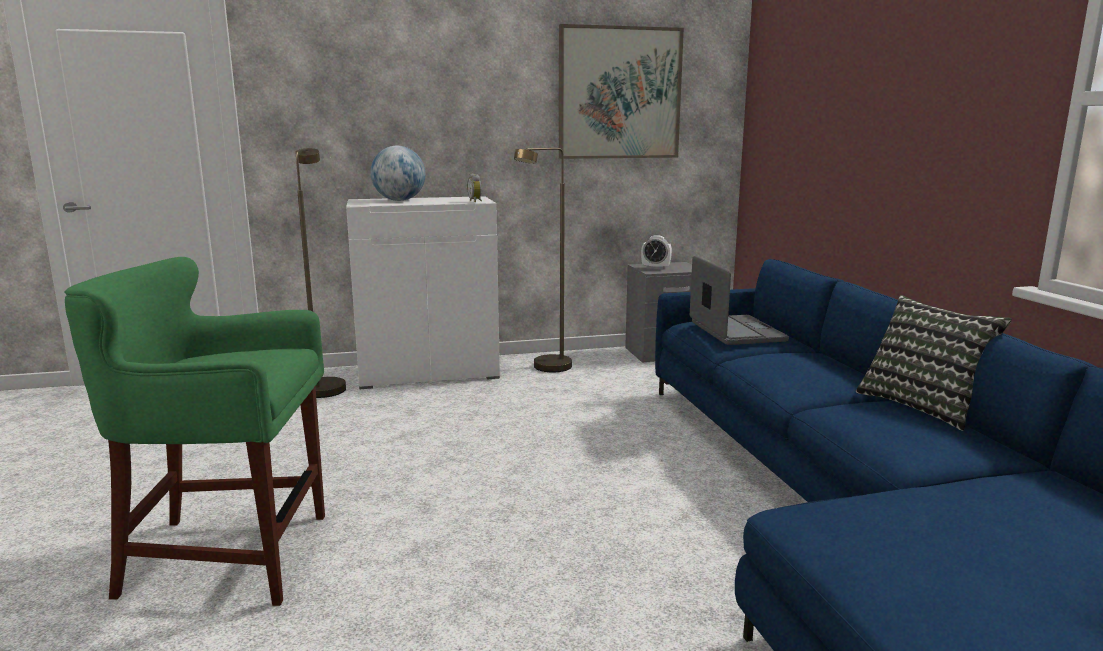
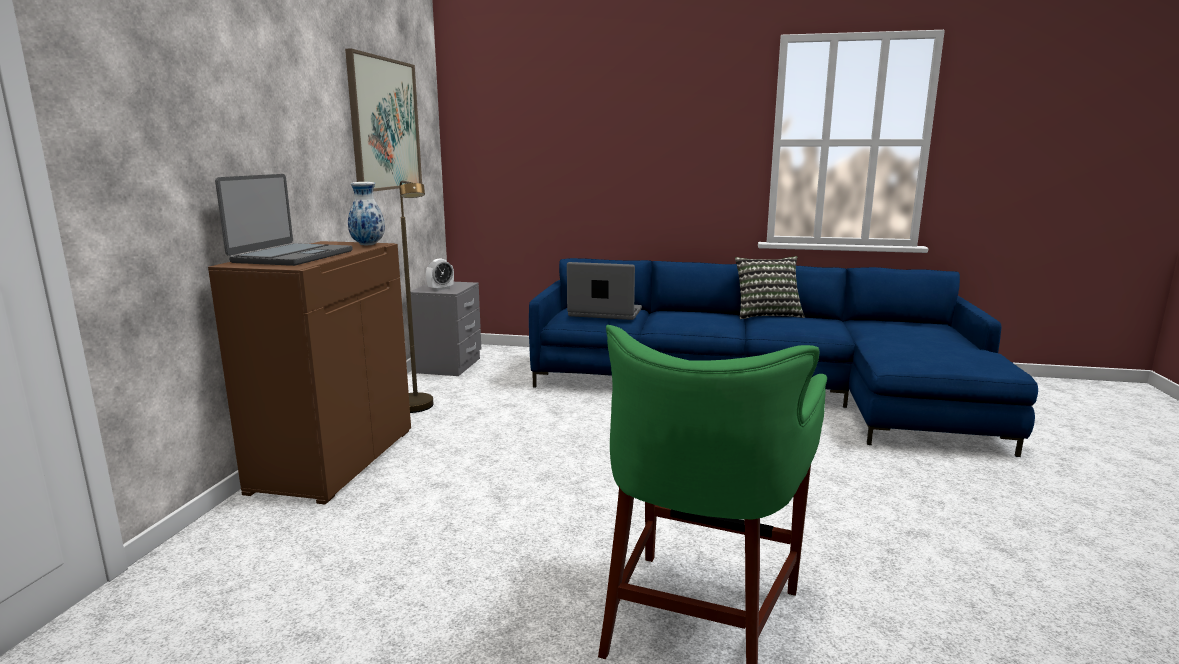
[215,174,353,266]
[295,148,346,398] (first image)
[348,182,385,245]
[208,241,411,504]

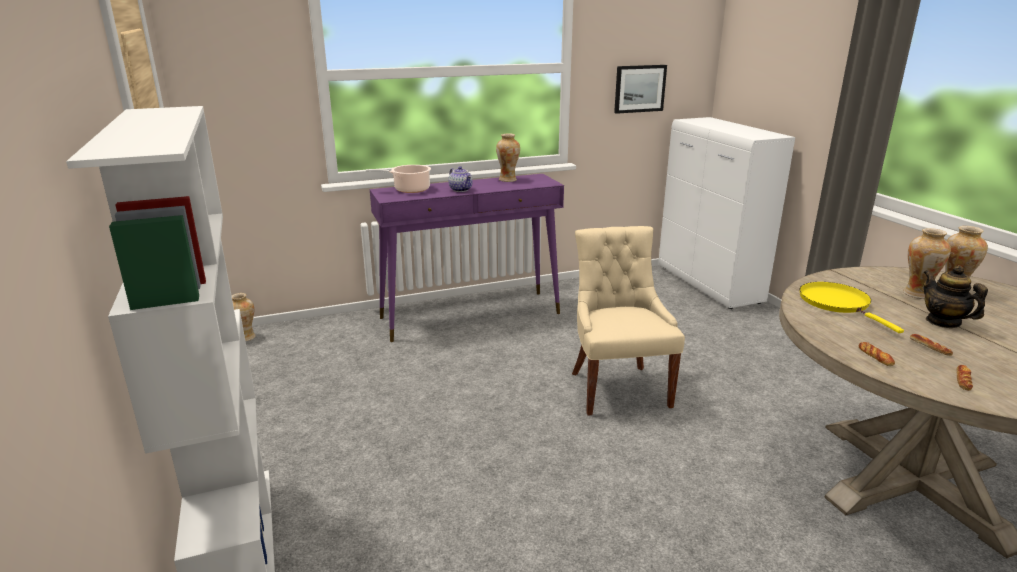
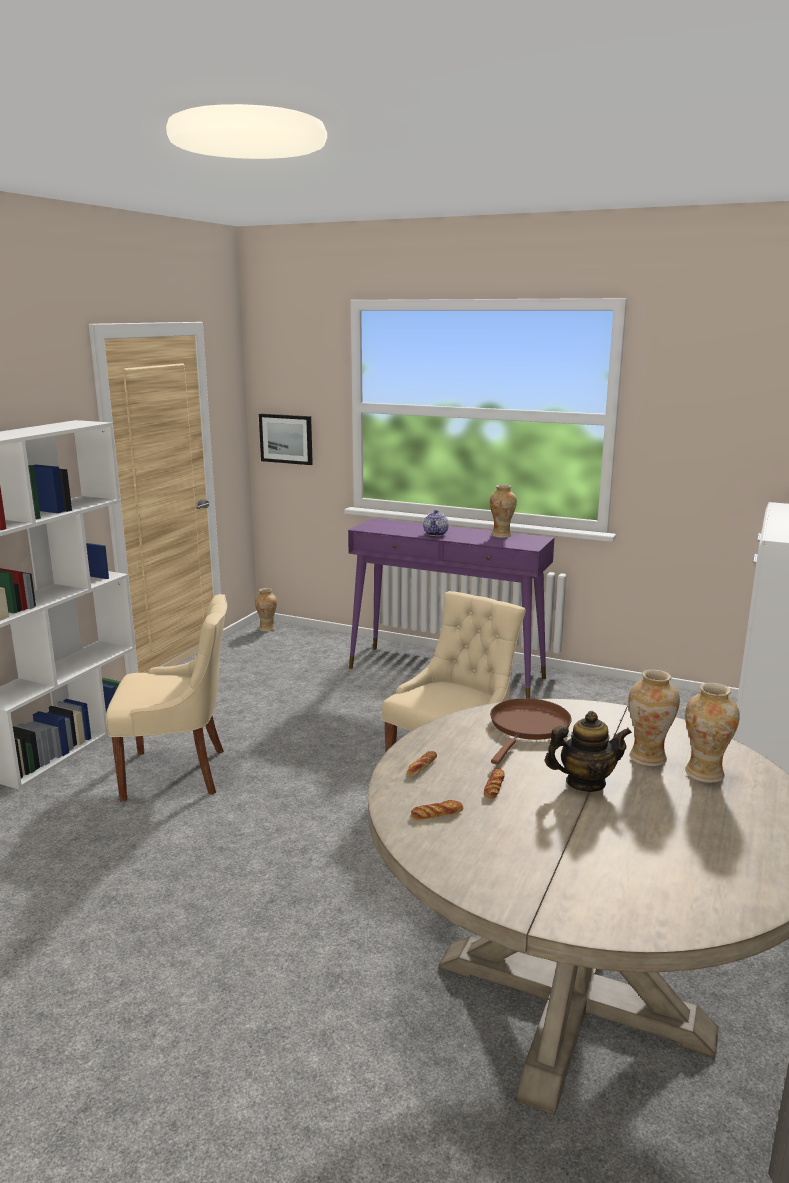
[259,414,313,465]
[366,165,431,193] (first image)
[545,711,632,792]
[490,698,572,765]
[106,594,227,802]

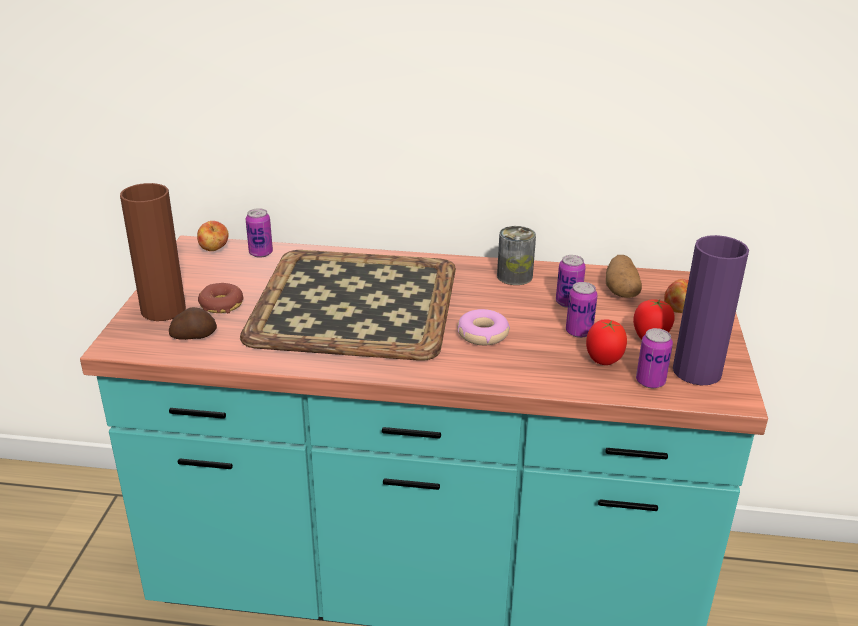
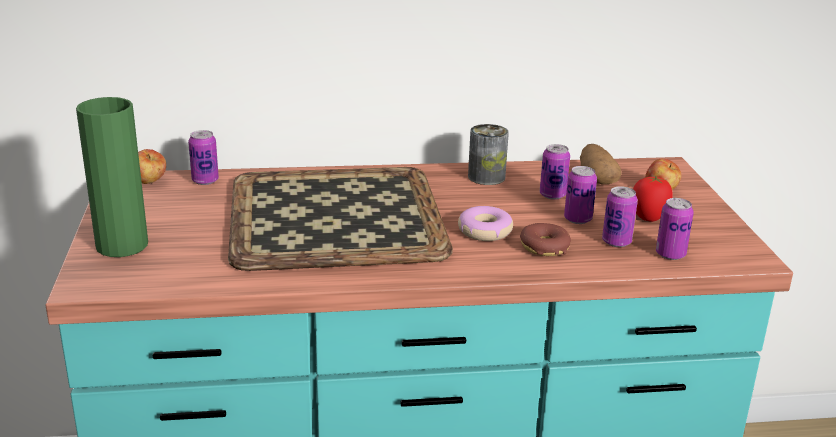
[76,97,148,257]
[673,235,749,385] (first image)
[520,223,571,256]
[169,307,217,340] (first image)
[602,186,638,247]

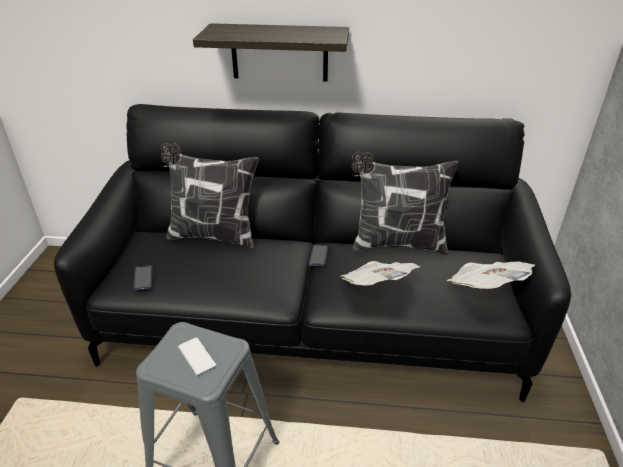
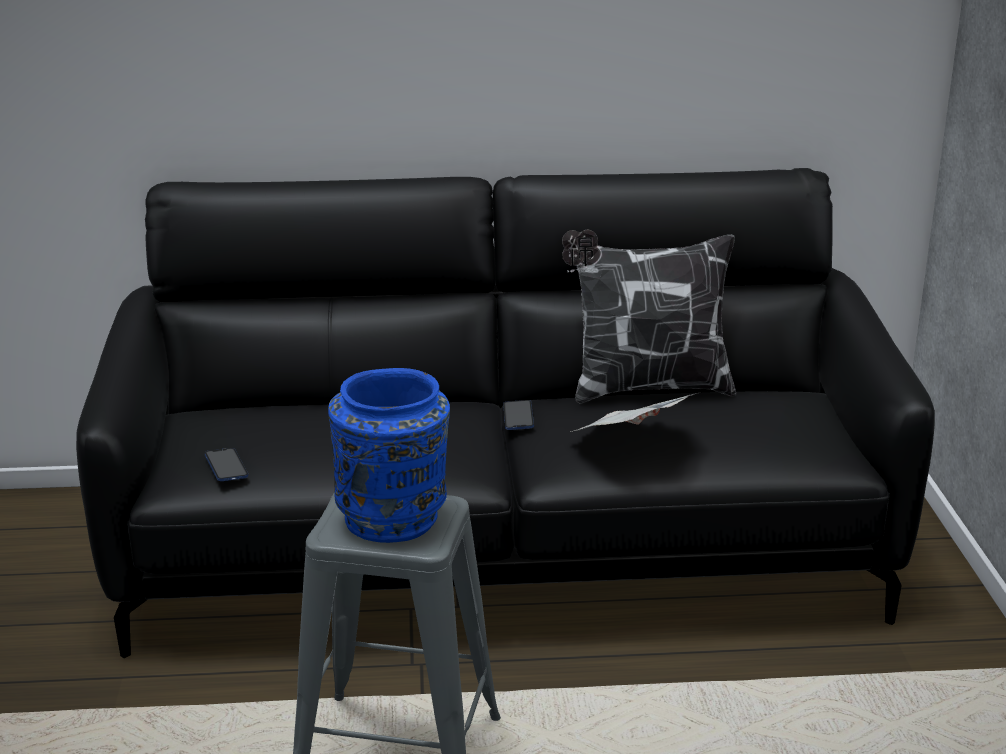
[193,23,349,81] (first image)
[161,143,259,251] (first image)
[447,261,535,289] (first image)
[328,368,450,543]

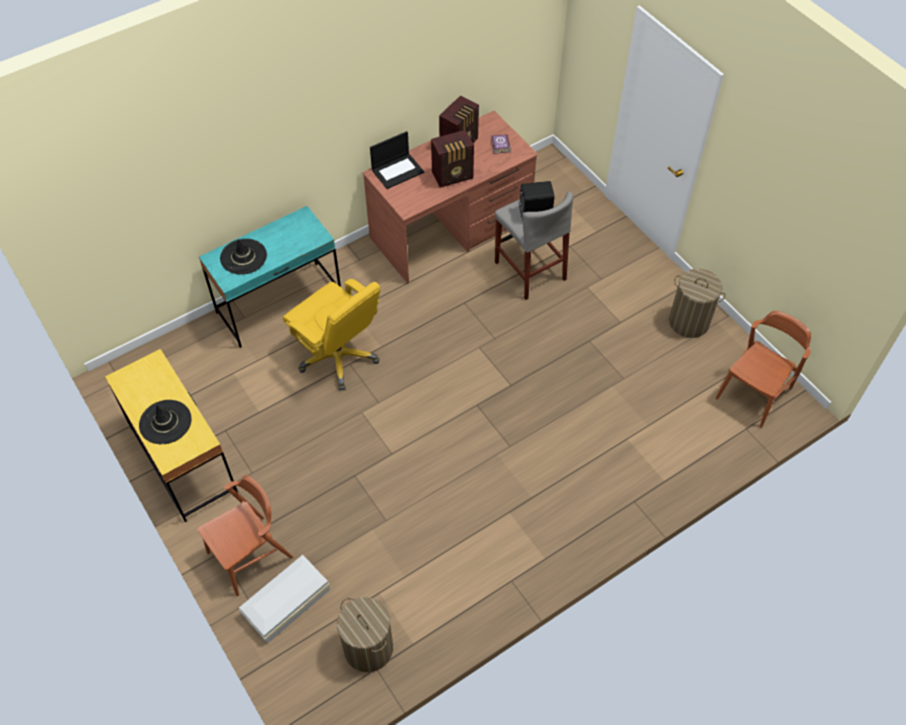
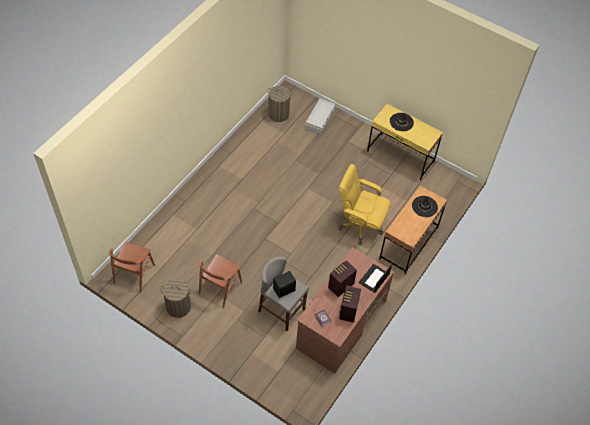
[379,185,447,274]
[199,254,242,308]

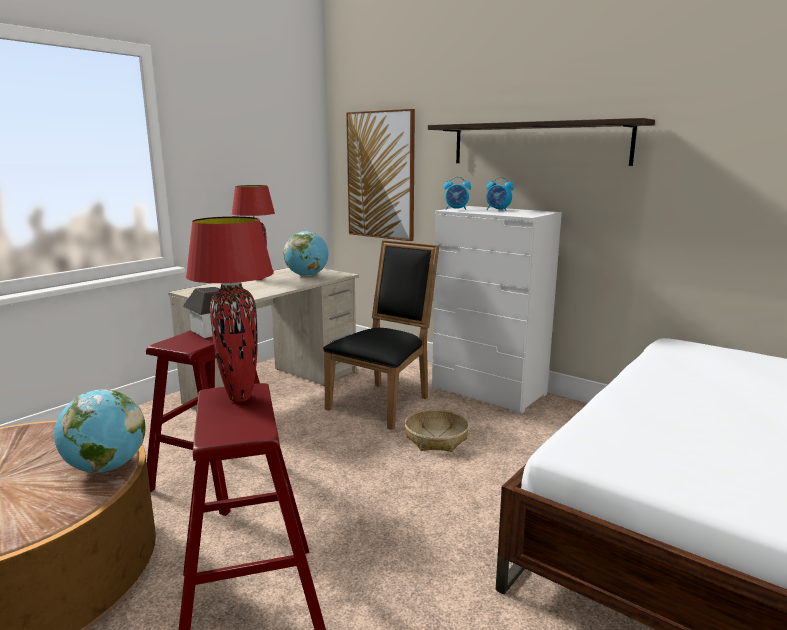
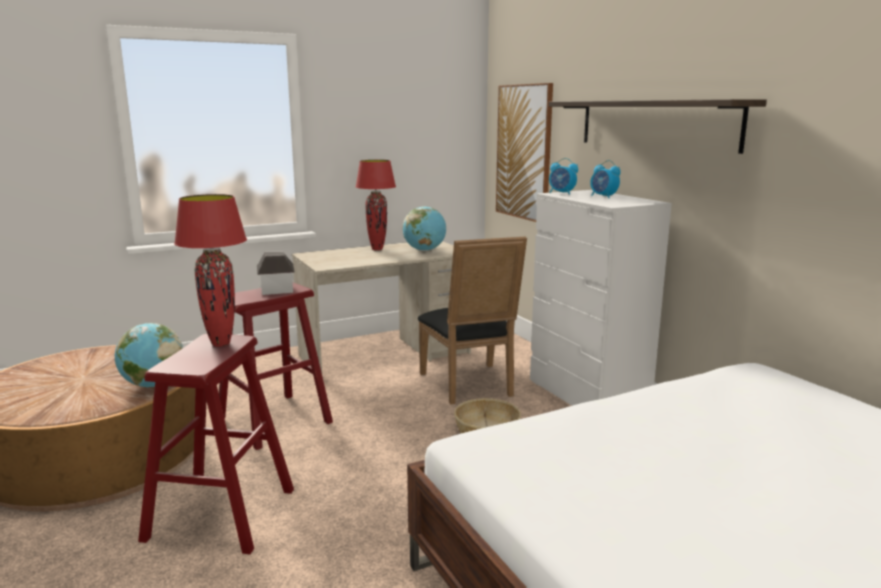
[418,237,527,404]

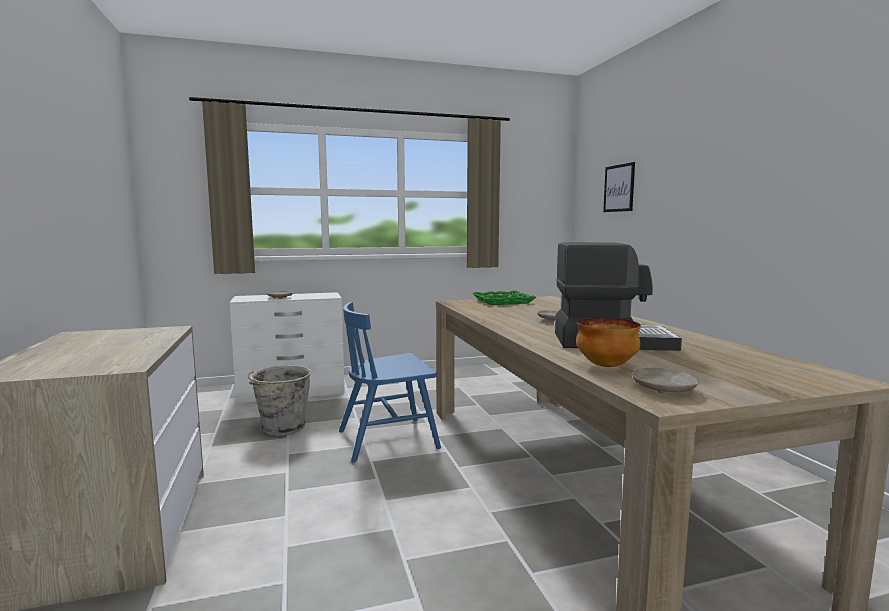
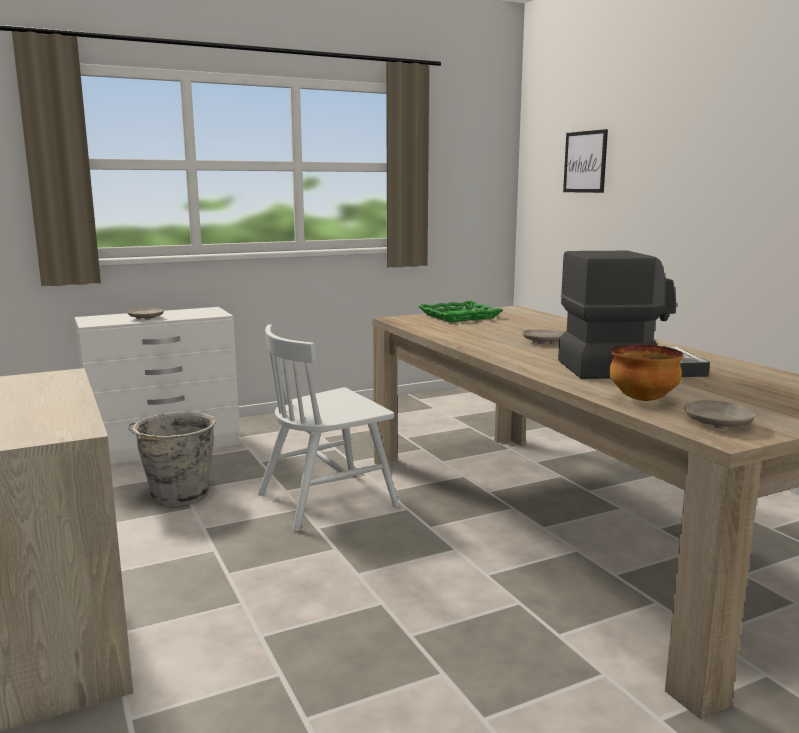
[258,324,399,532]

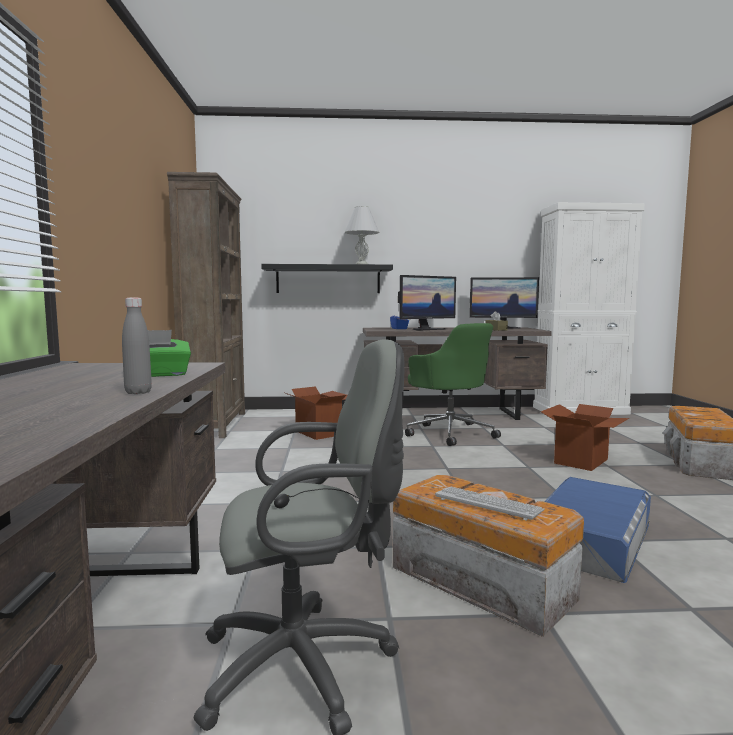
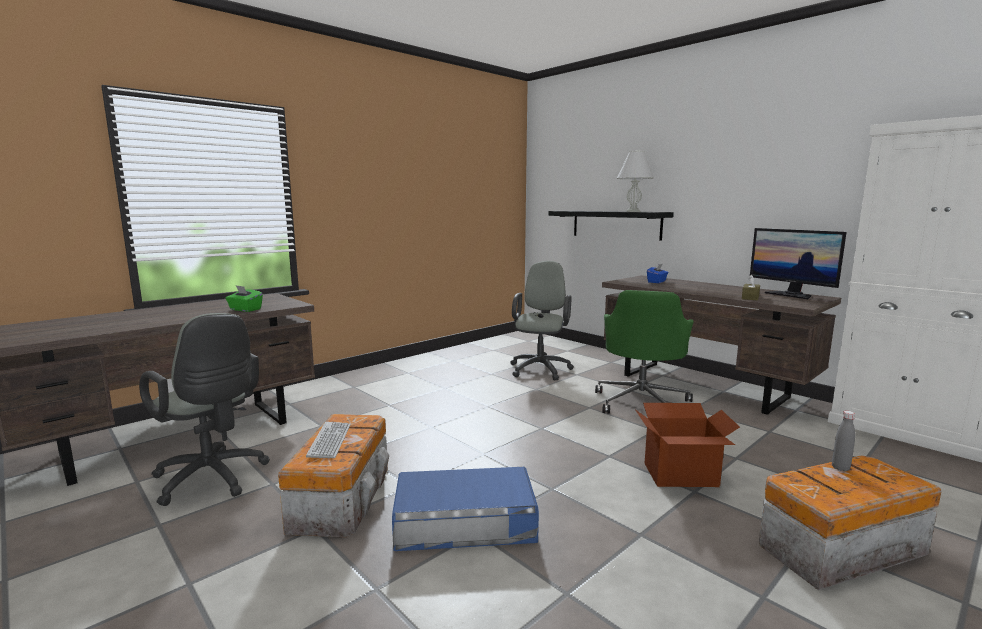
[167,172,245,438] (first image)
[398,275,456,331] (first image)
[832,411,855,471]
[510,261,574,381]

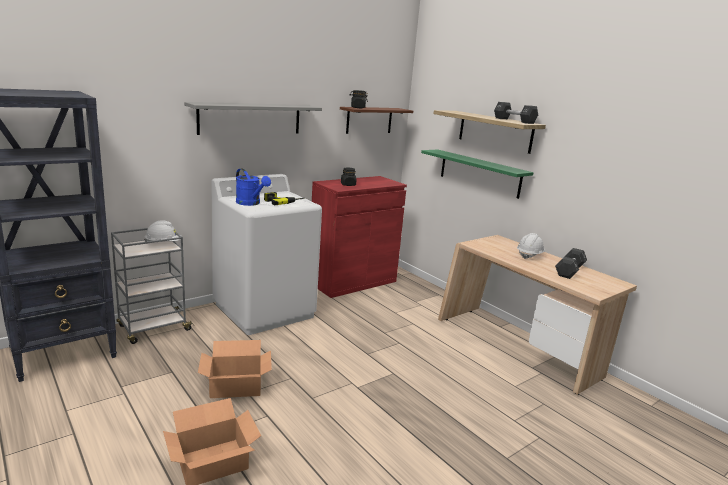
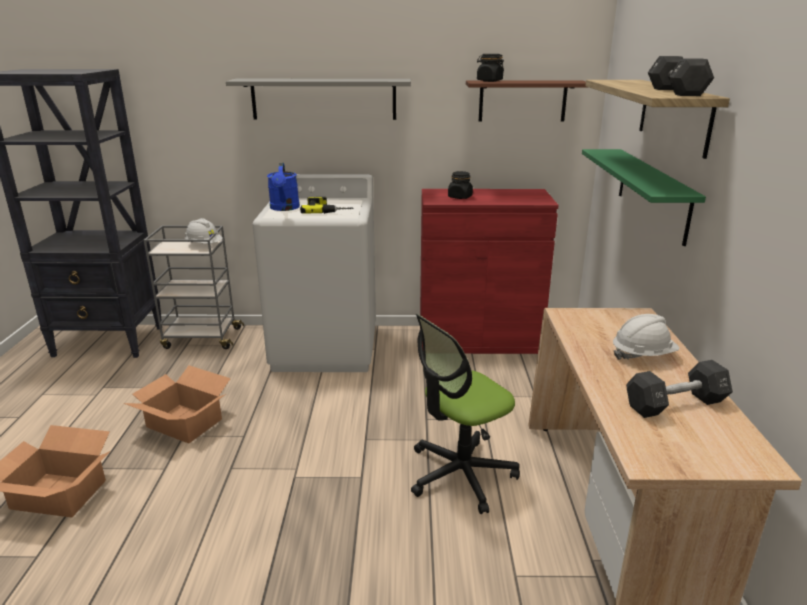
[411,314,520,514]

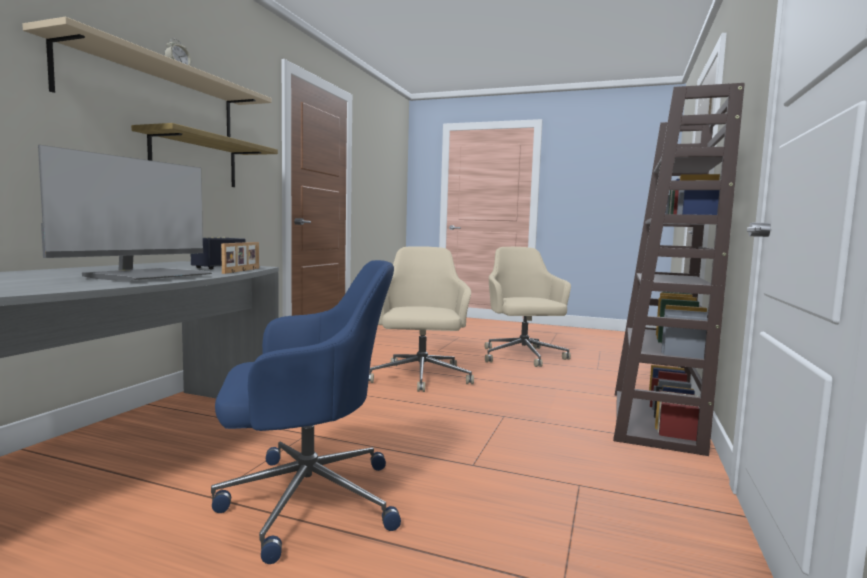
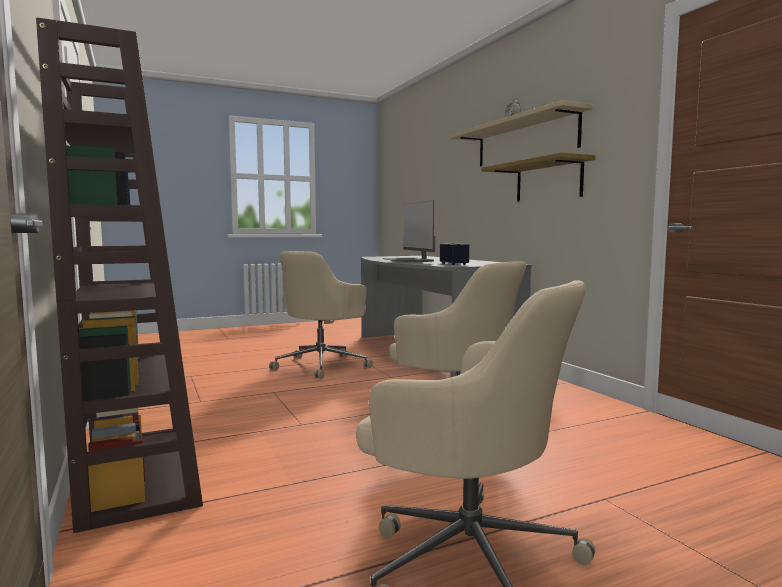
[221,242,259,274] (first image)
[269,251,373,379]

